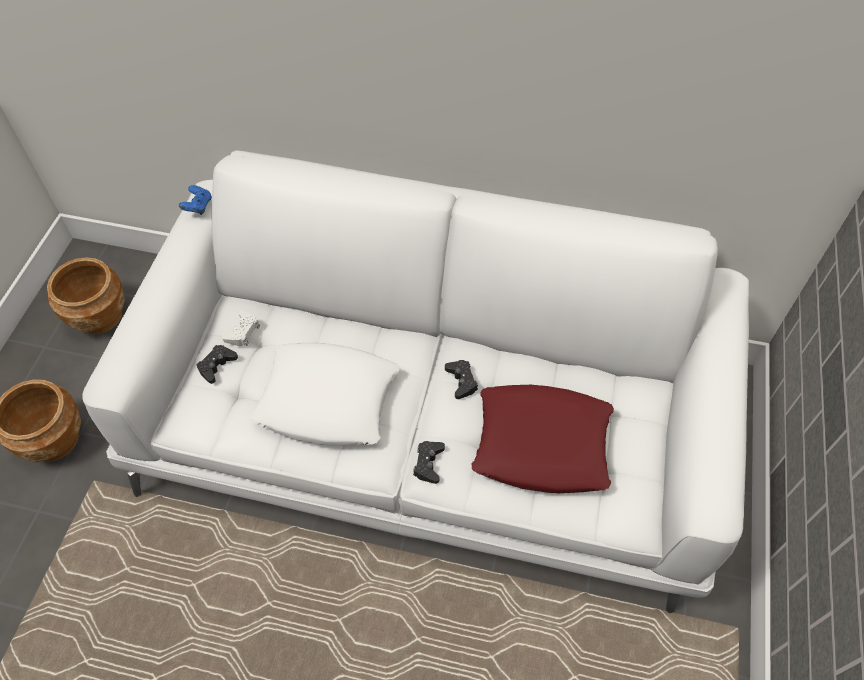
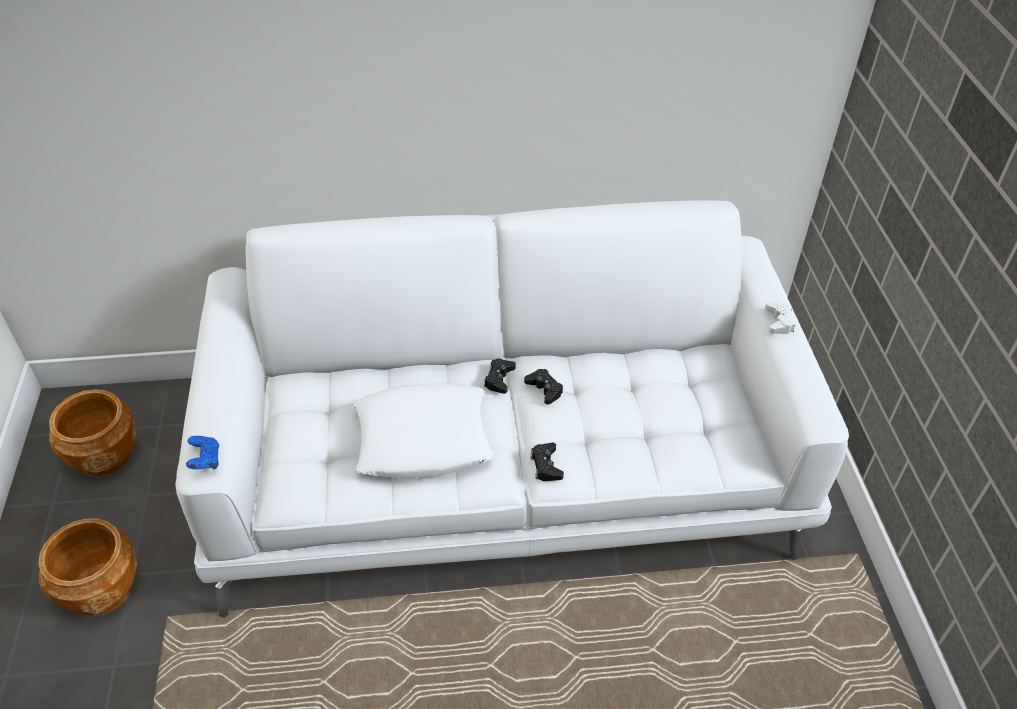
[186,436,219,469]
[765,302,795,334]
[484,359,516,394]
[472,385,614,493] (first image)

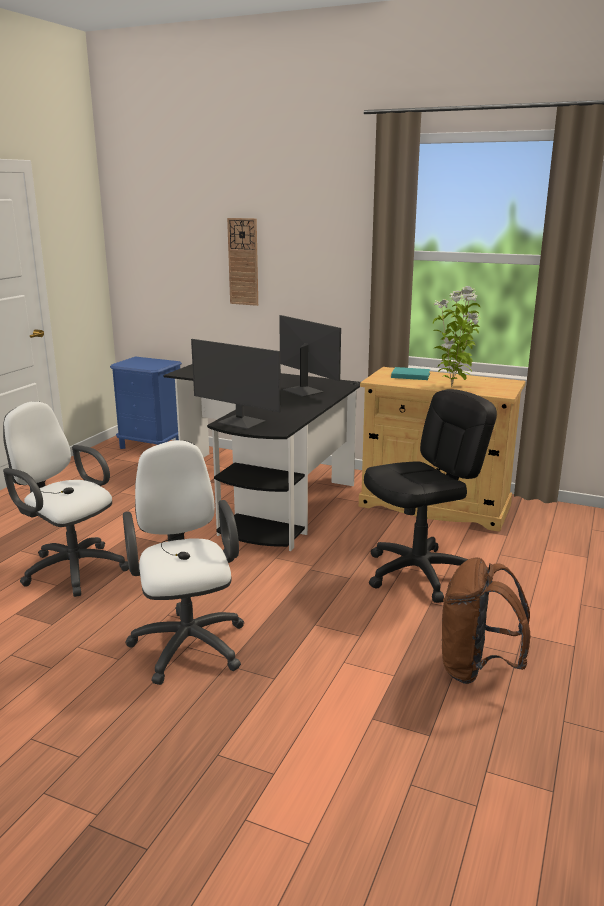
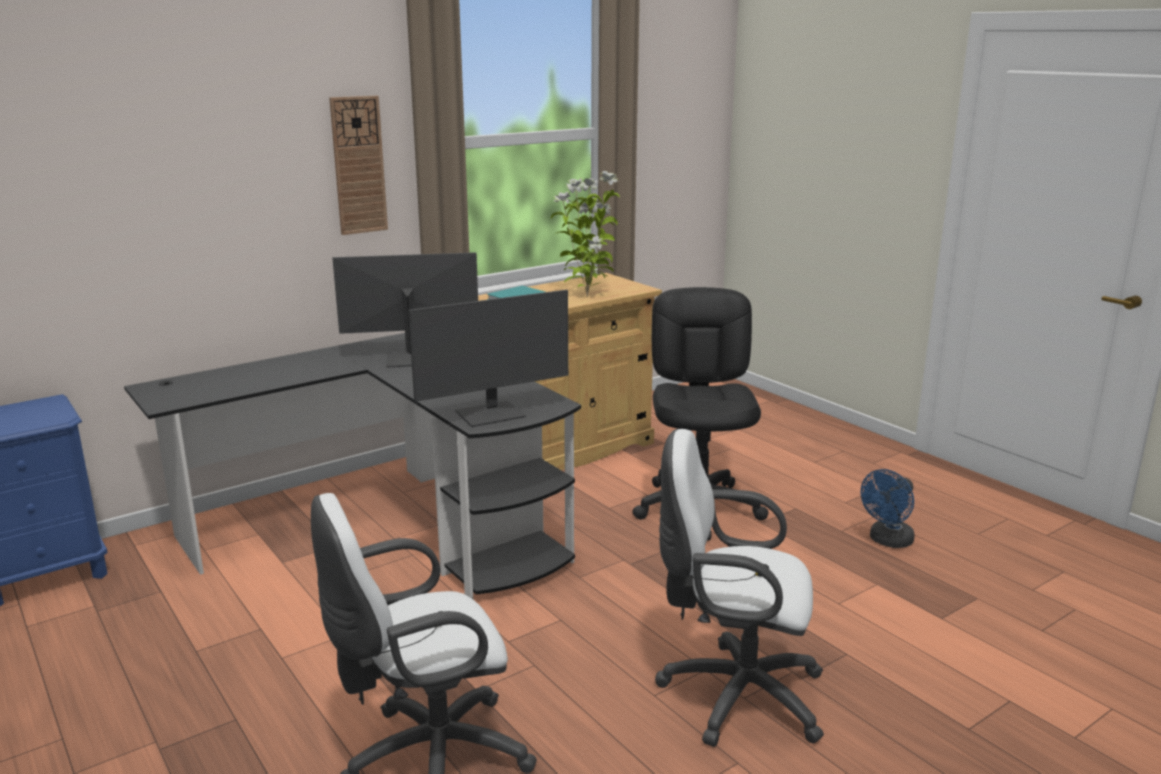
[329,96,388,235]
[861,469,915,548]

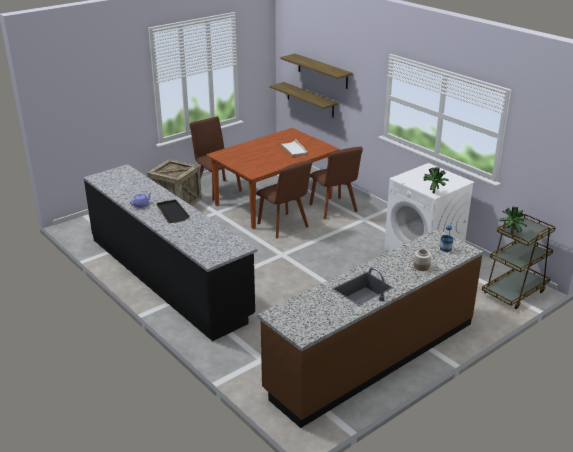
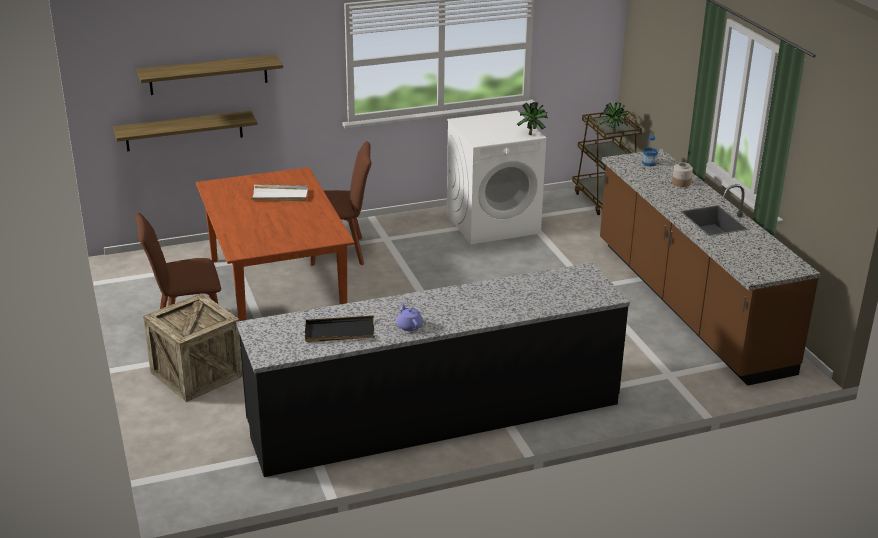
[256,160,312,238] (first image)
[305,315,375,342]

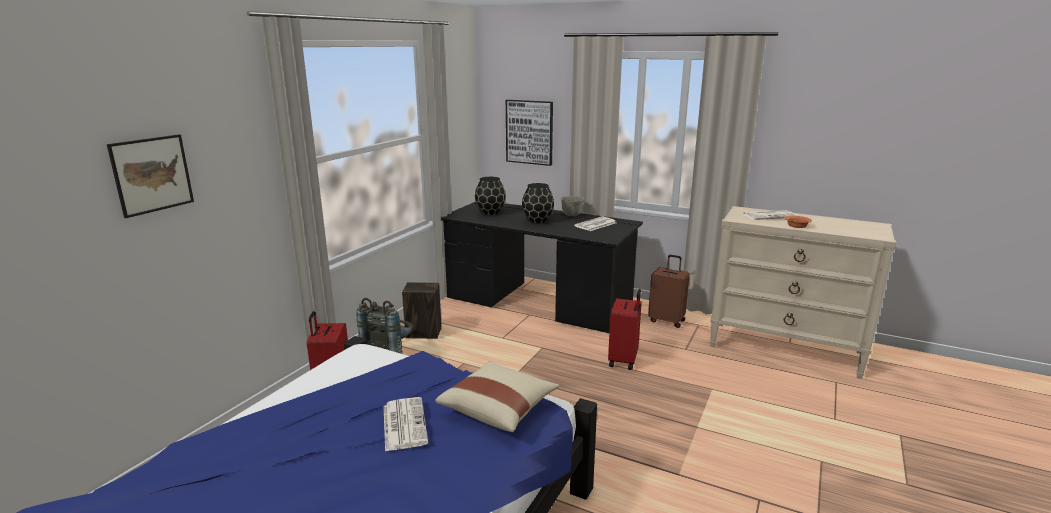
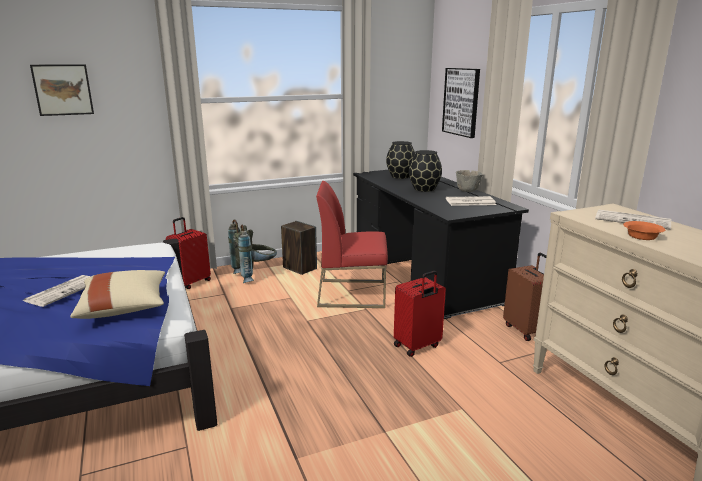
[316,181,388,308]

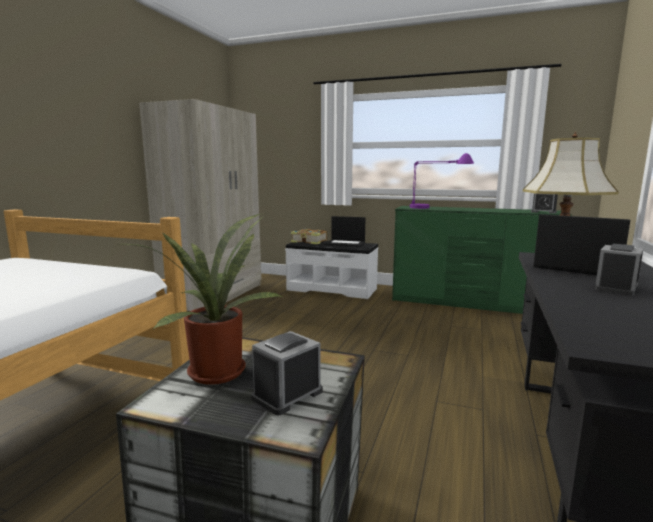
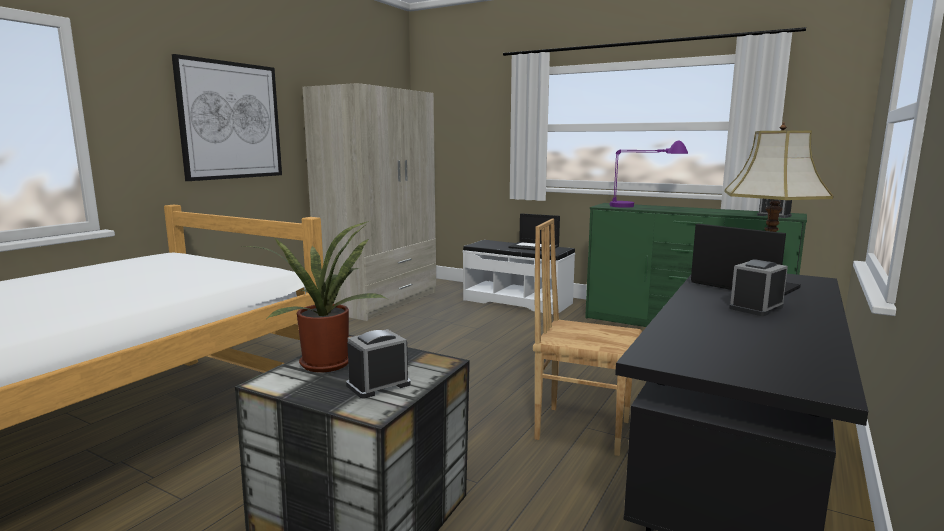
[291,229,327,244] (first image)
[171,54,282,181]
[533,219,642,456]

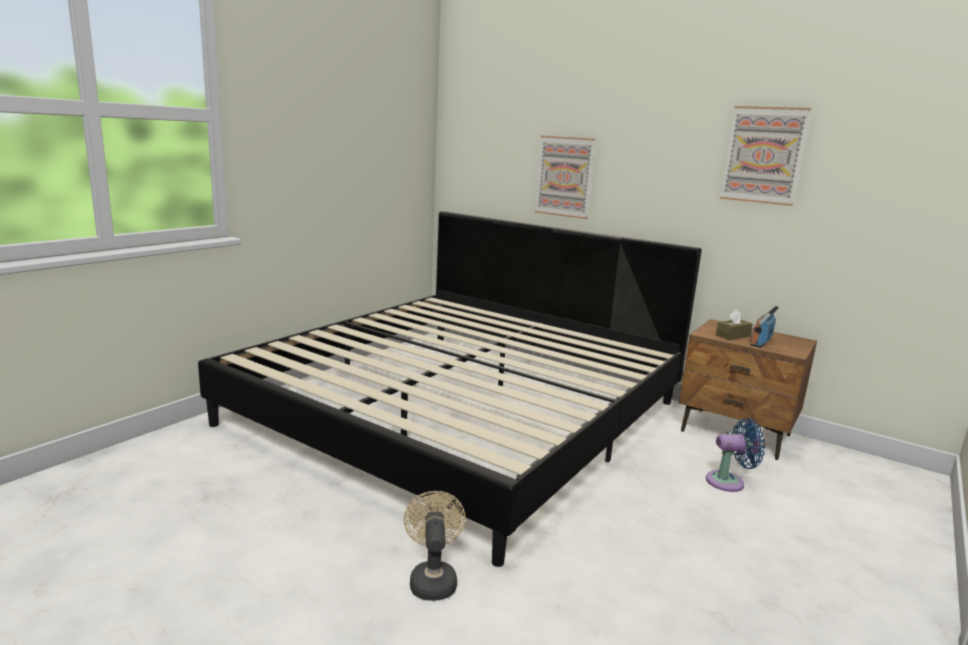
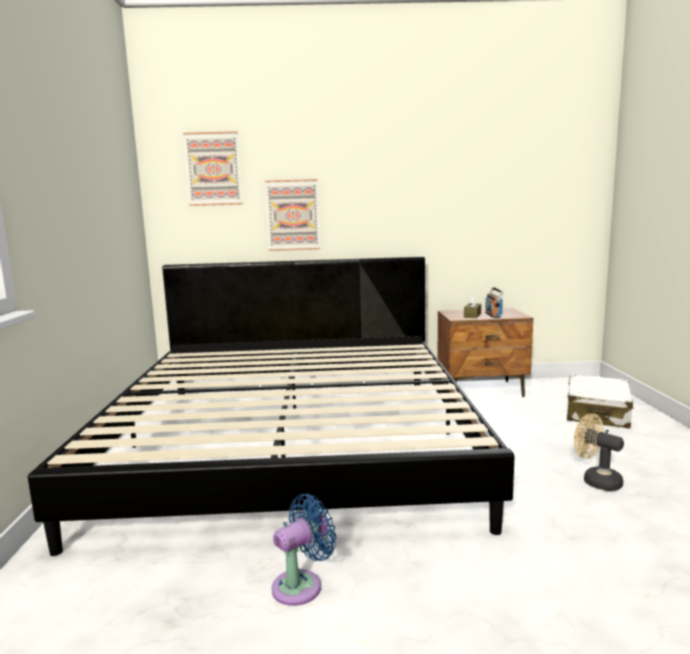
[183,131,243,206]
[272,494,337,606]
[574,413,624,491]
[567,374,634,429]

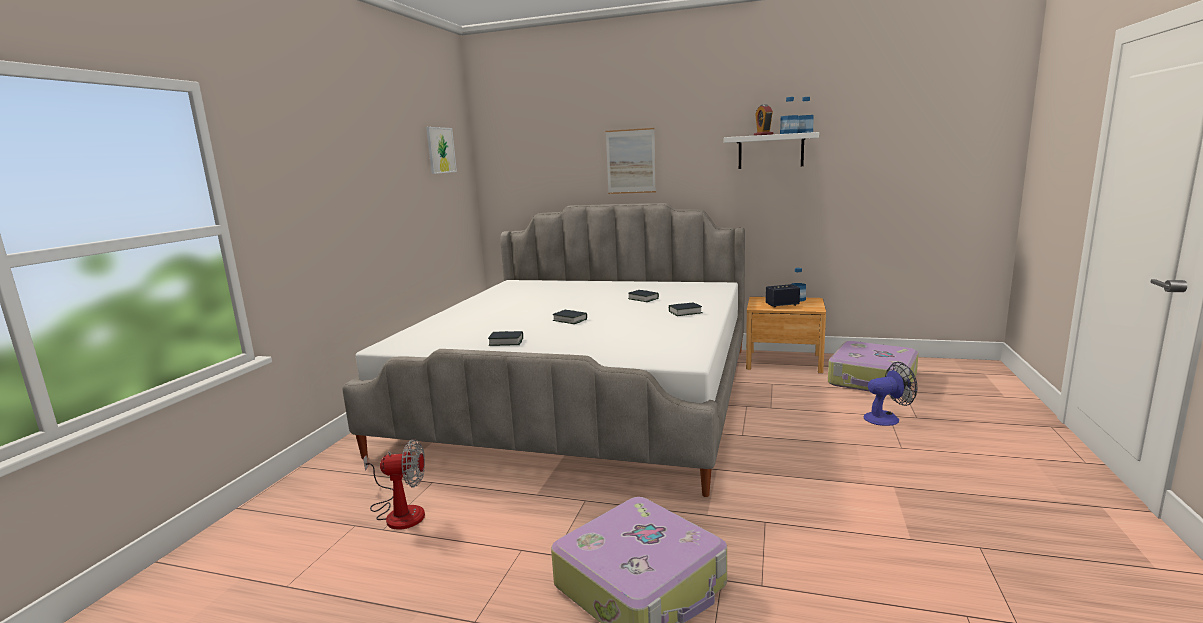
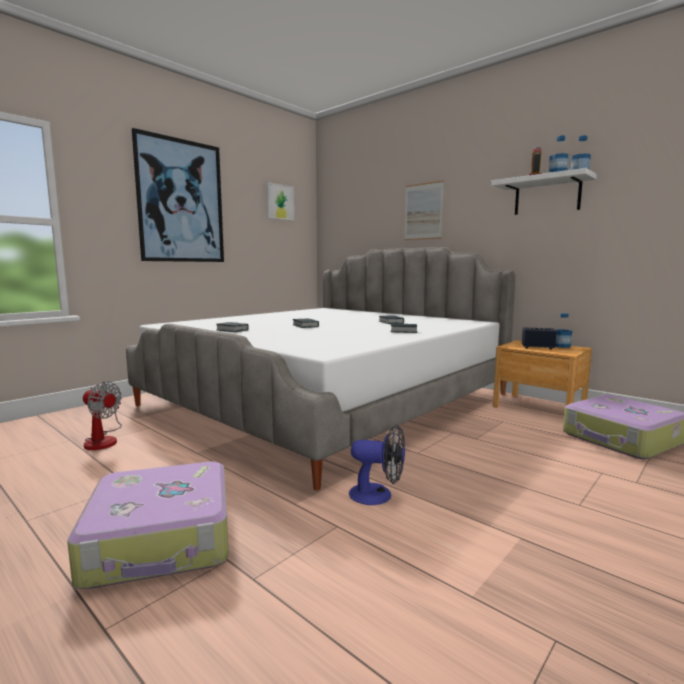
[349,425,405,505]
[132,128,224,262]

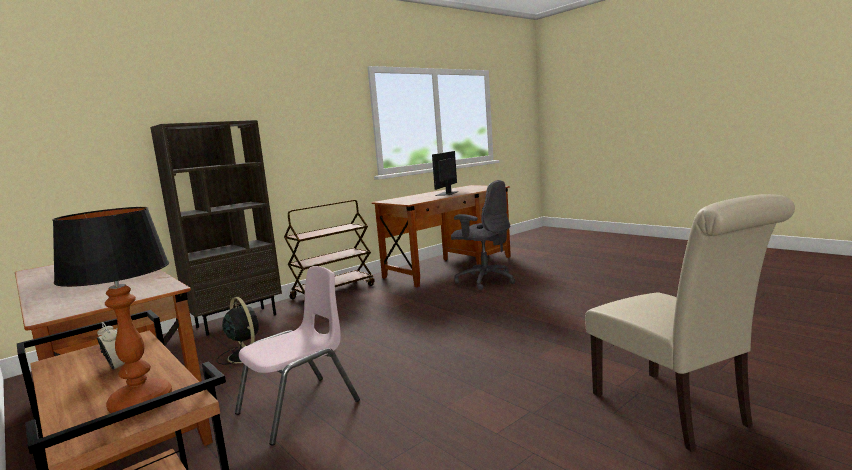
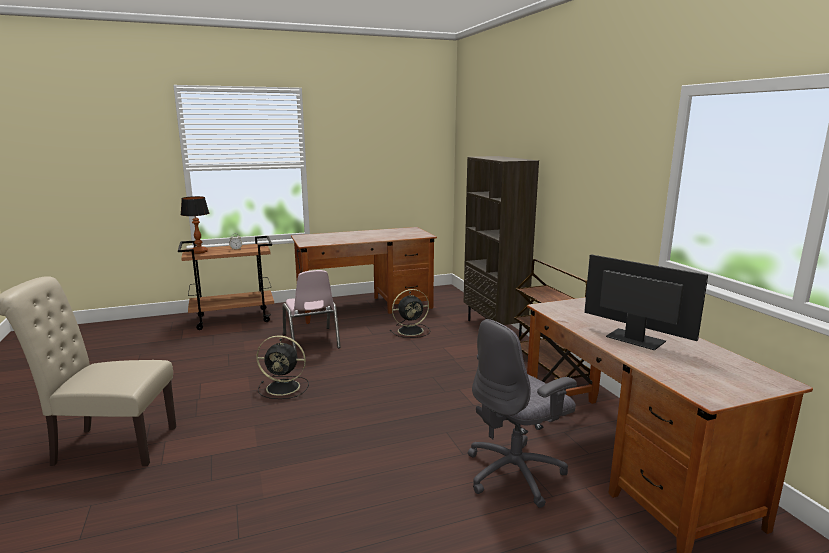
[256,335,309,399]

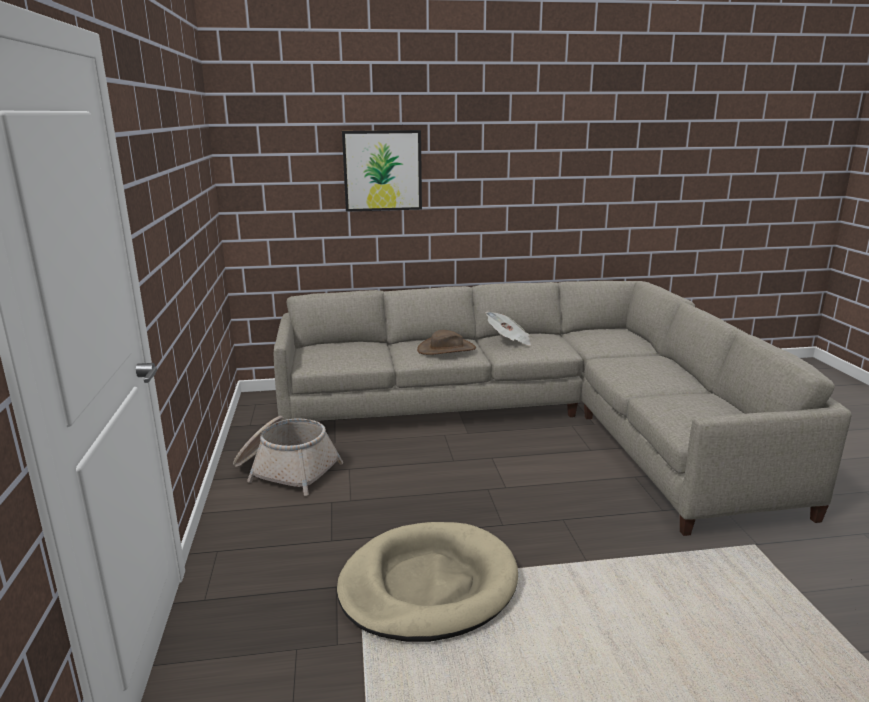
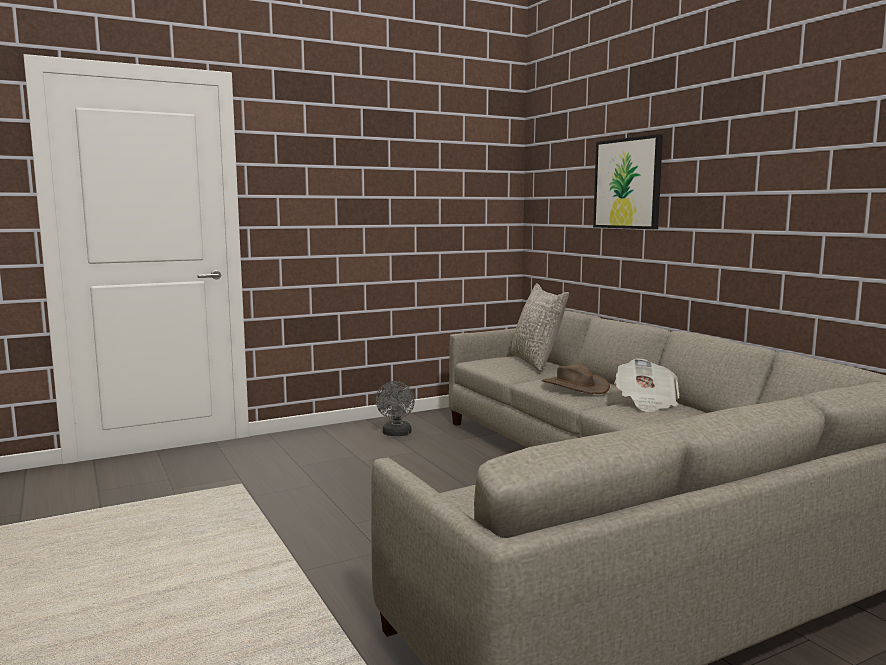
[376,381,415,436]
[337,522,518,642] (first image)
[510,283,569,371]

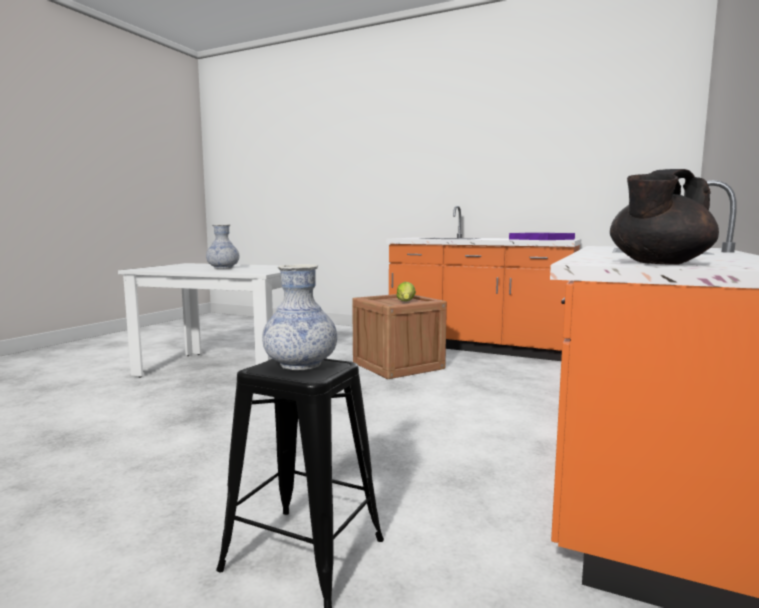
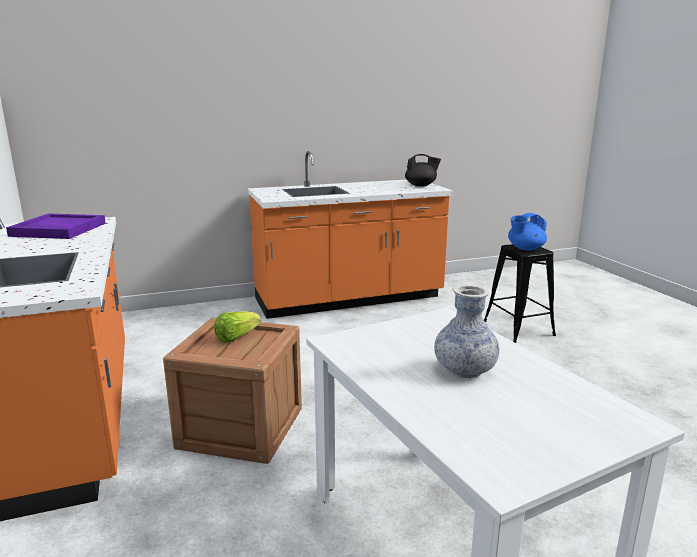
[508,213,547,251]

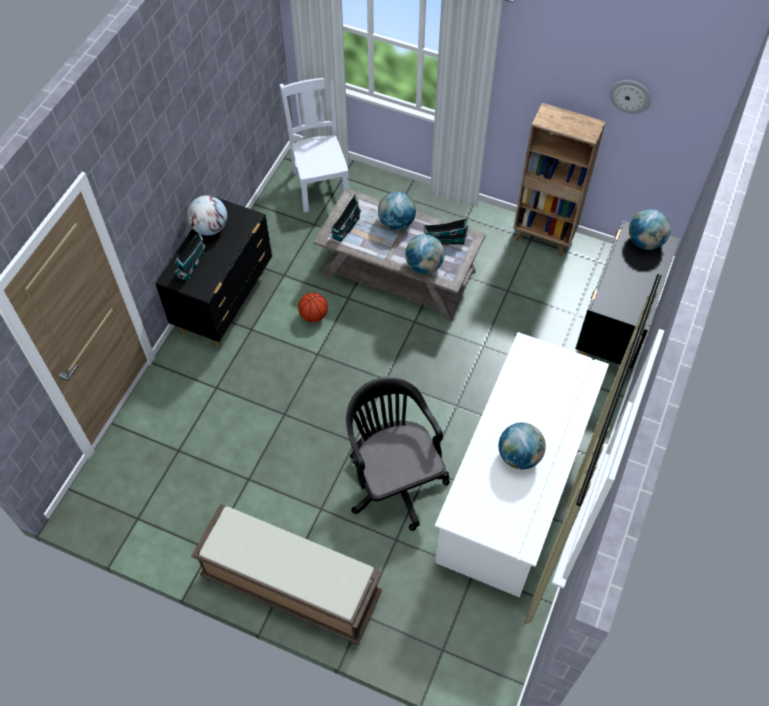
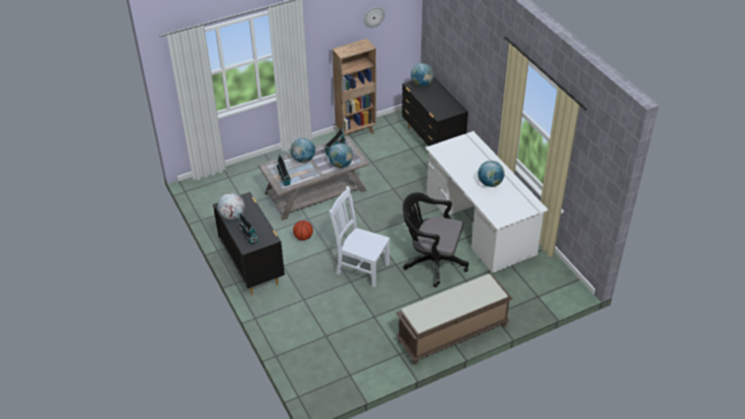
[329,186,390,287]

